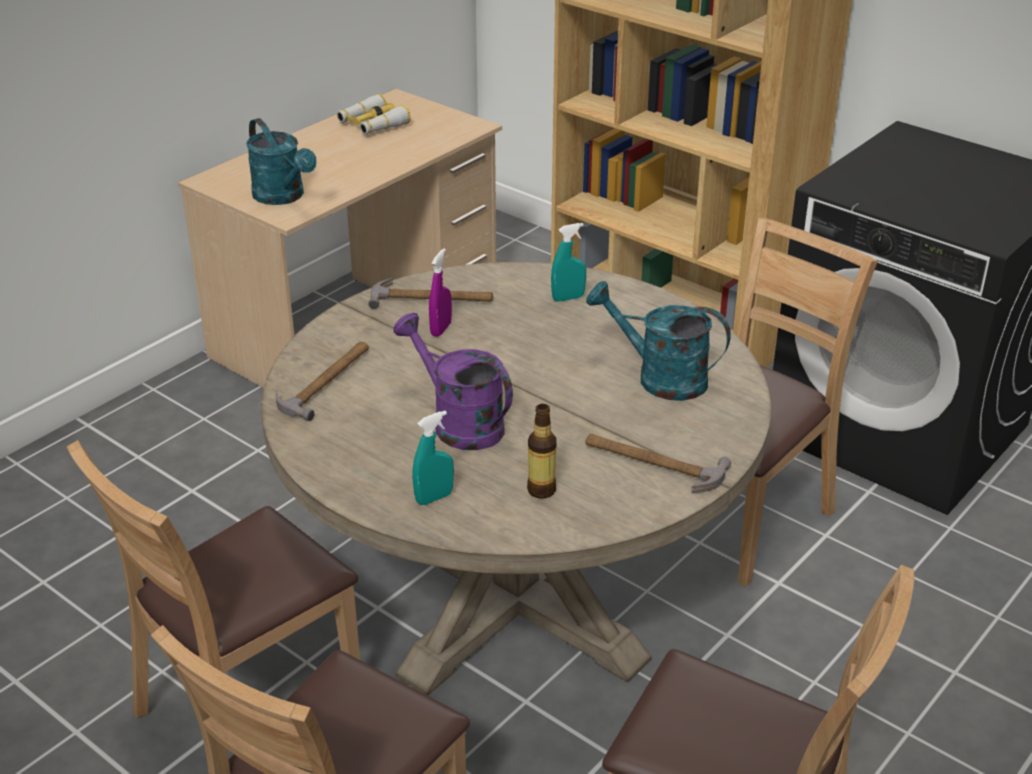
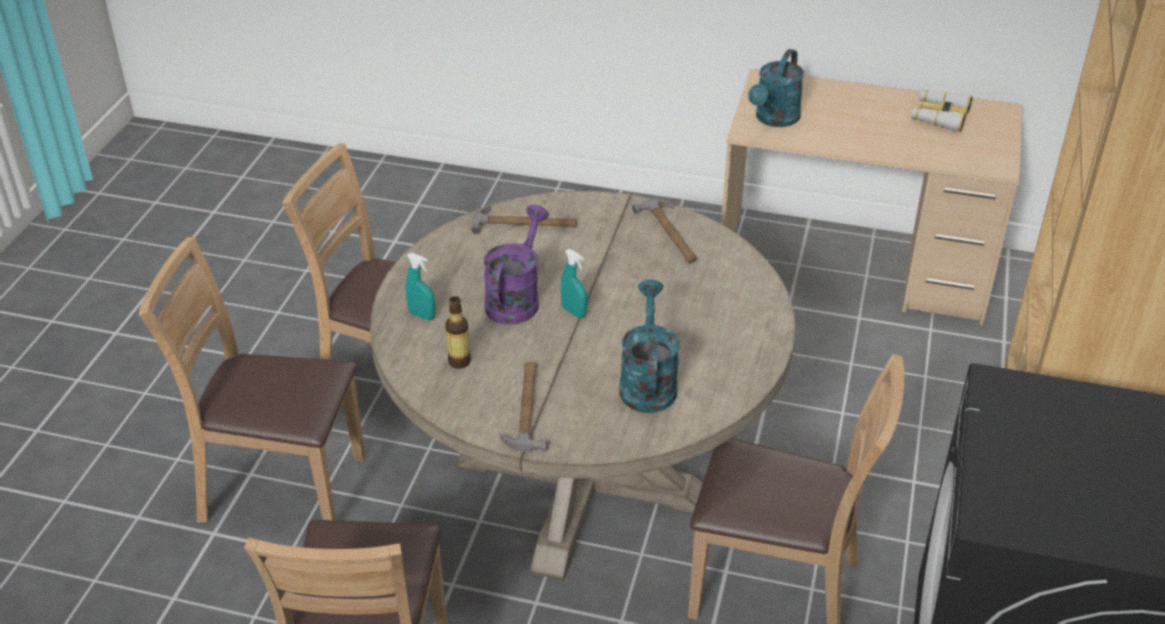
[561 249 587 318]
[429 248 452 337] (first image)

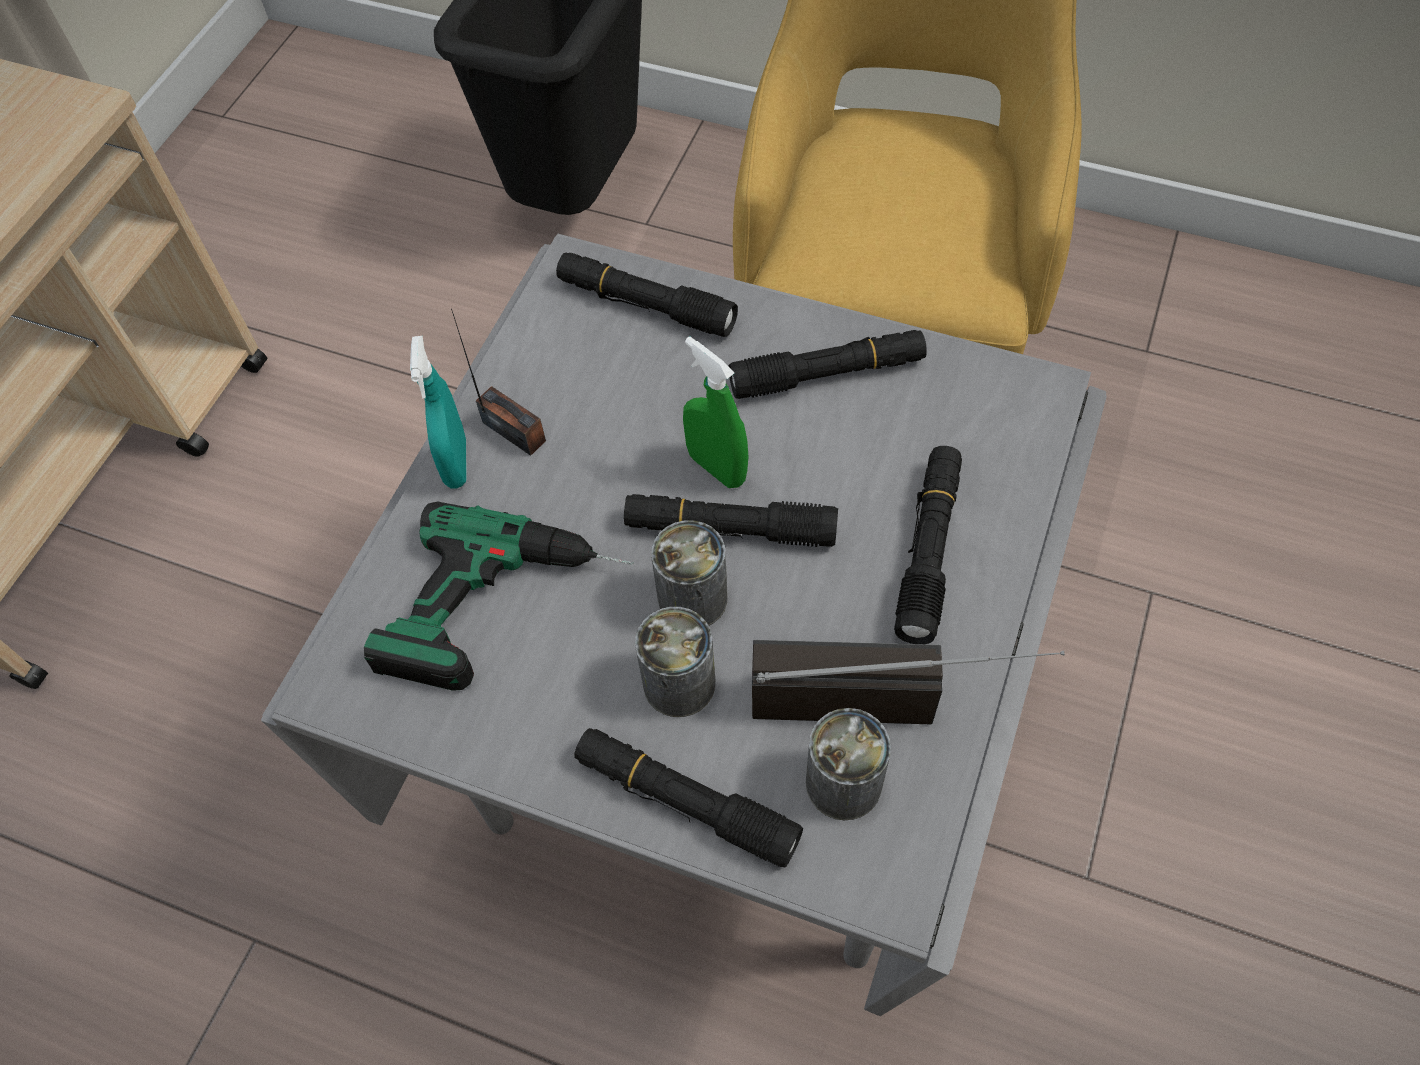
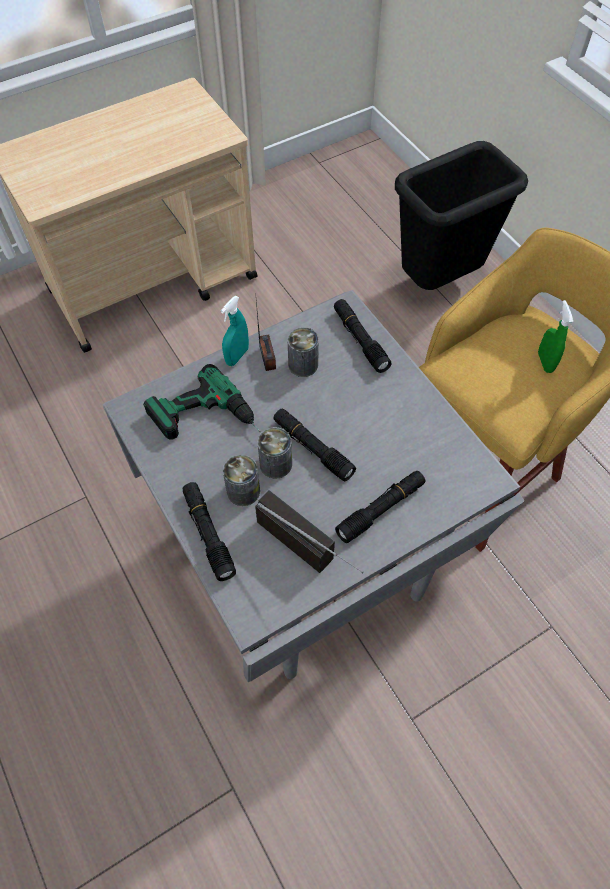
[288 327 319 377]
[538 300 573 373]
[729 330 927 399] (first image)

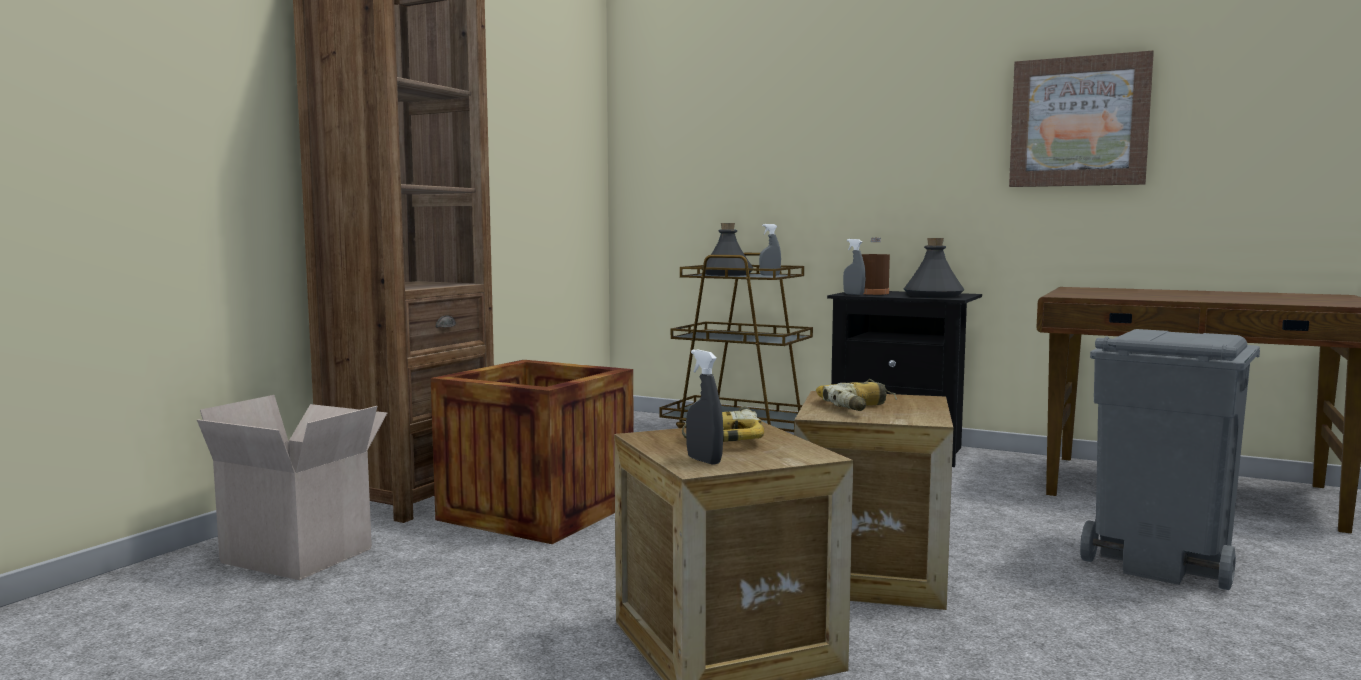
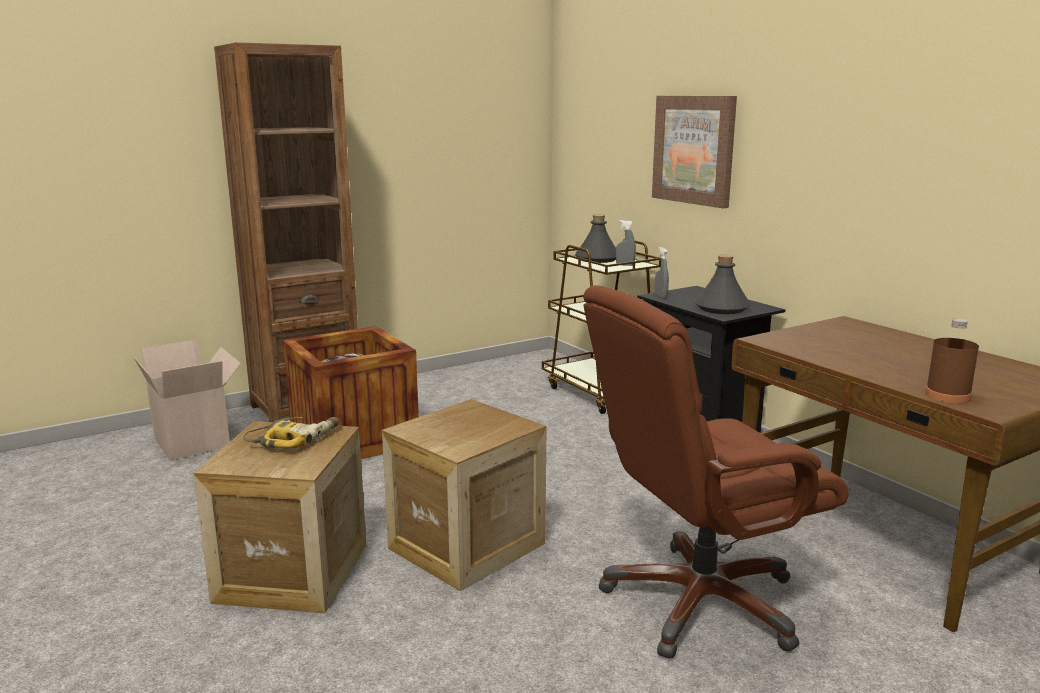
[583 285 849 659]
[652 96 737 208]
[925 319 979 403]
[686 349 723 465] (first image)
[816 379 897 411] (first image)

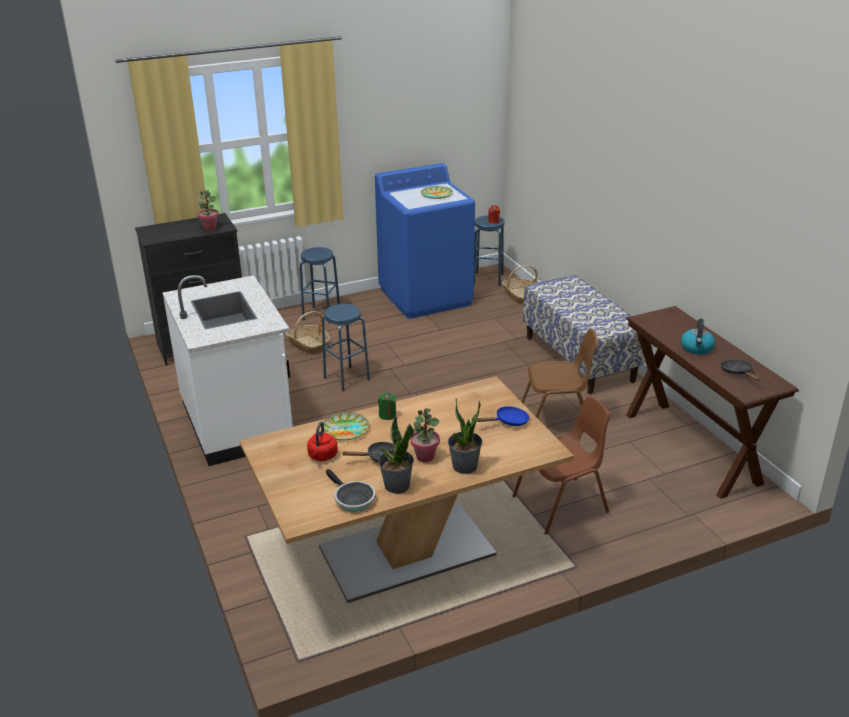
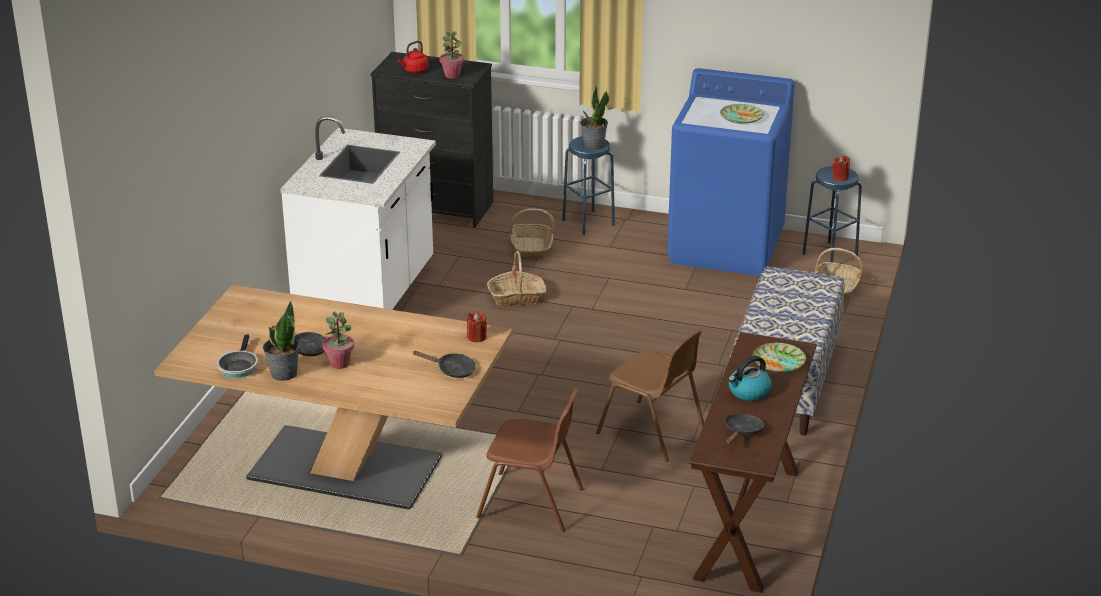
[398 41 429 73]
[413 351 476 378]
[467 312 487 342]
[487 251 547 307]
[580 86 609 150]
[753 343 806 372]
[378 392 396 420] (first image)

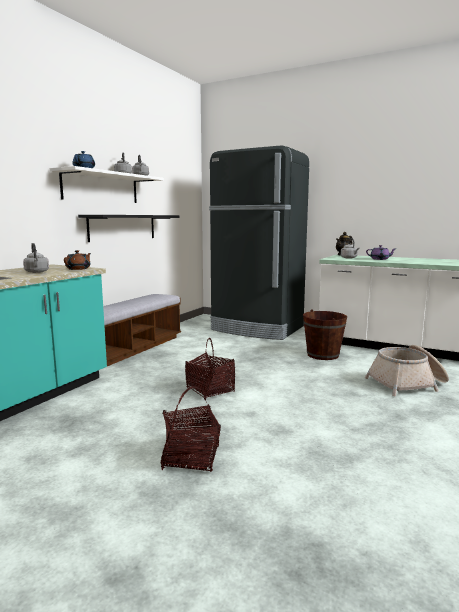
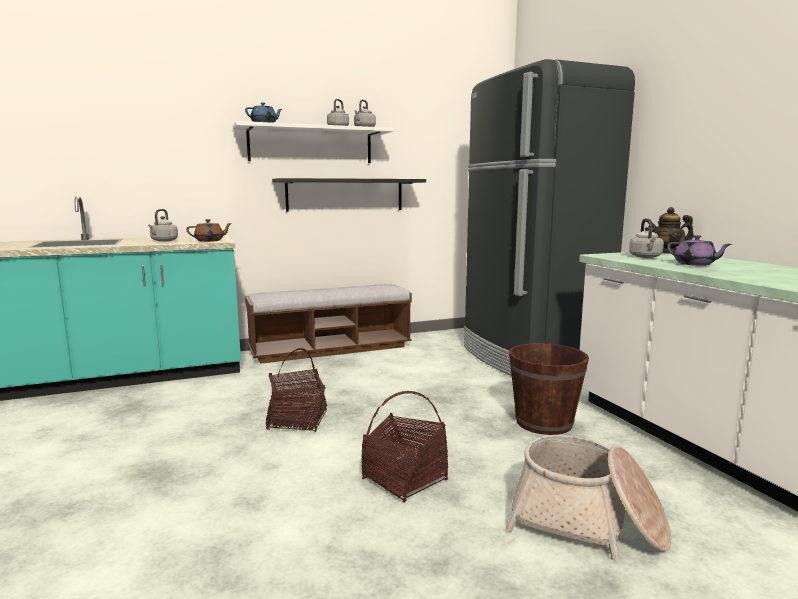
[361 391 448 502]

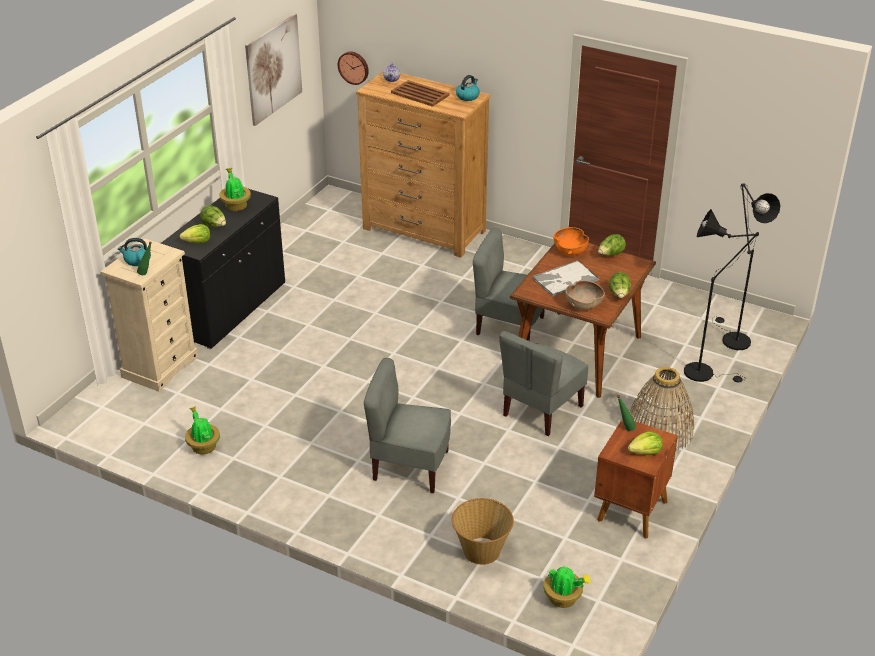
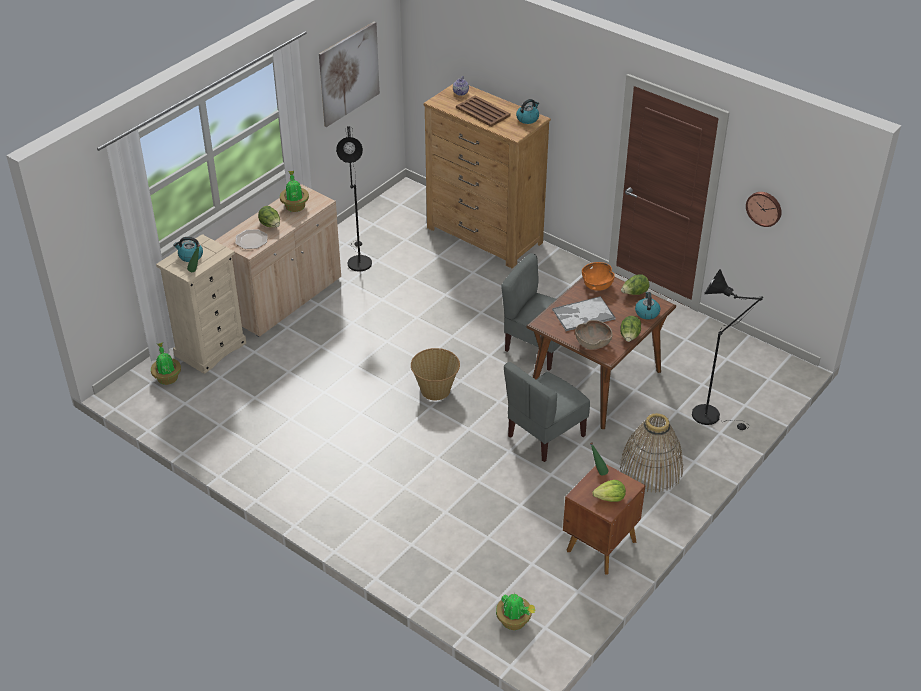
[151 343 181 385]
[215 184 341 337]
[235 229 268 249]
[336 126 372 272]
[411 348 460 400]
[635 292 660 320]
[746 192 782 227]
[364 358 451 493] (first image)

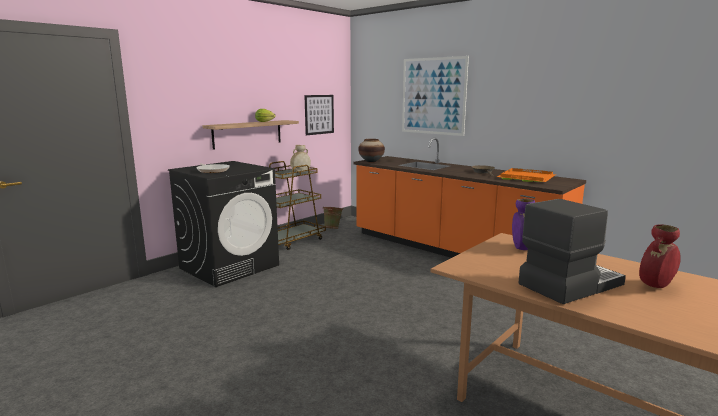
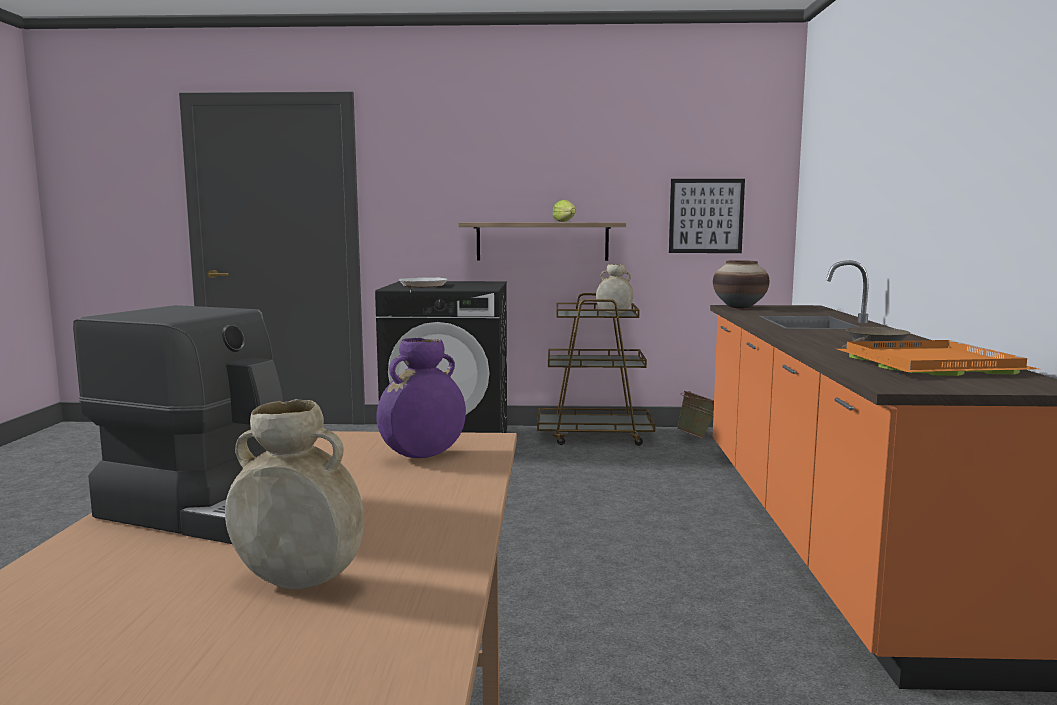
[225 399 364 589]
[402 56 469 136] (first image)

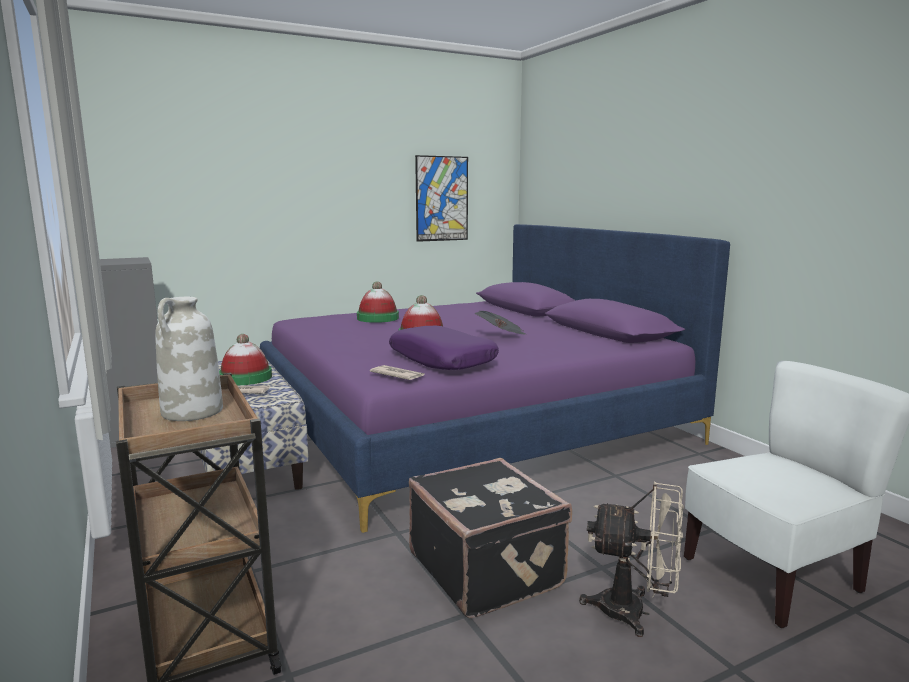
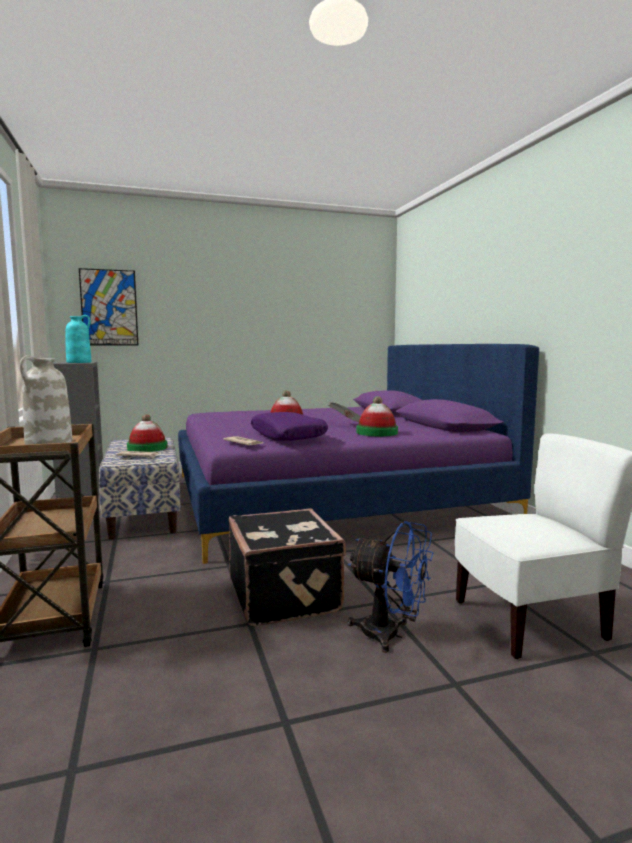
[66 315 91 363]
[79 268 138 345]
[348 521 433 653]
[357 396 398 436]

